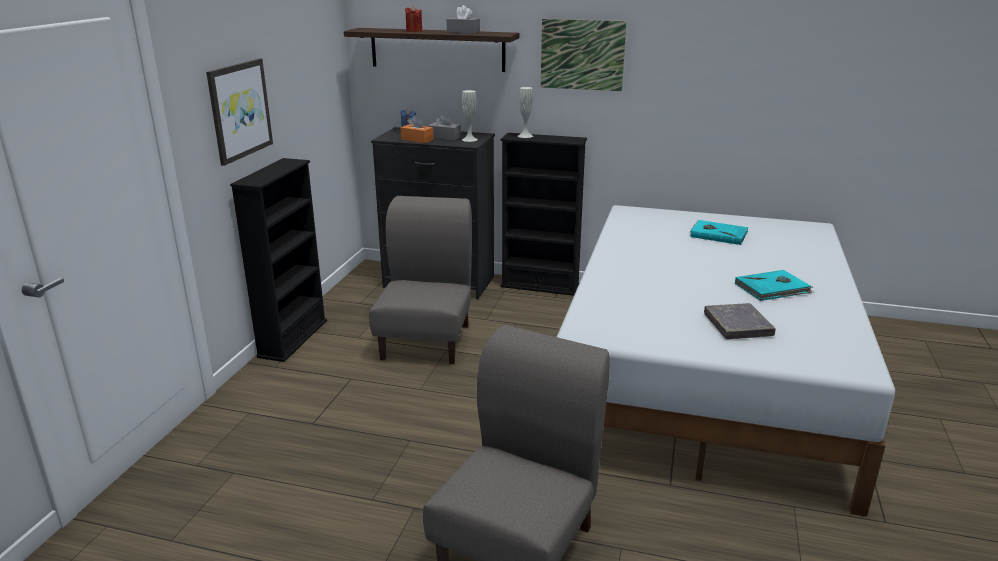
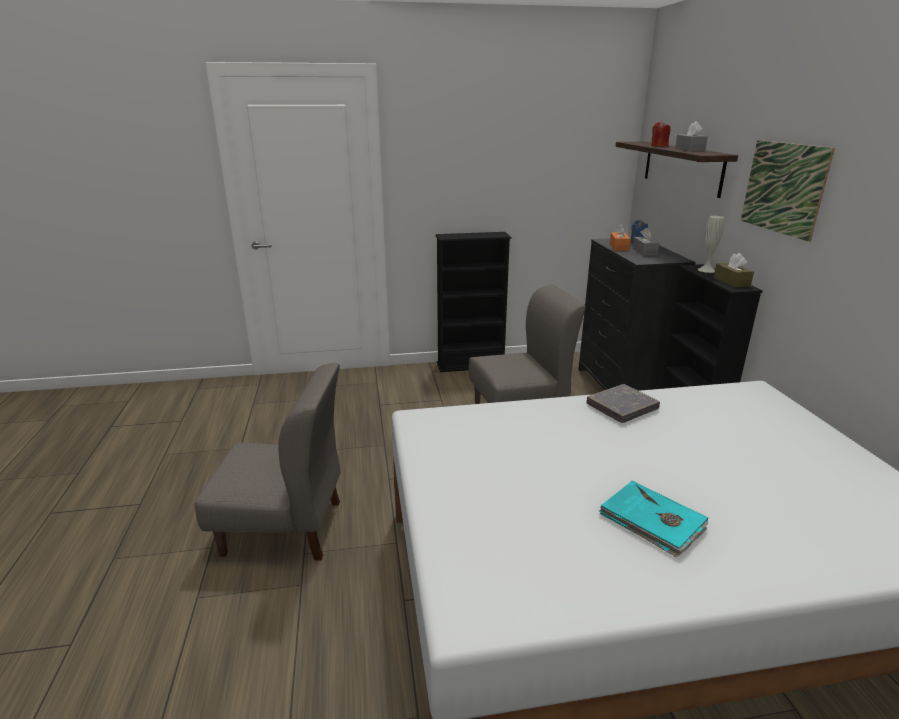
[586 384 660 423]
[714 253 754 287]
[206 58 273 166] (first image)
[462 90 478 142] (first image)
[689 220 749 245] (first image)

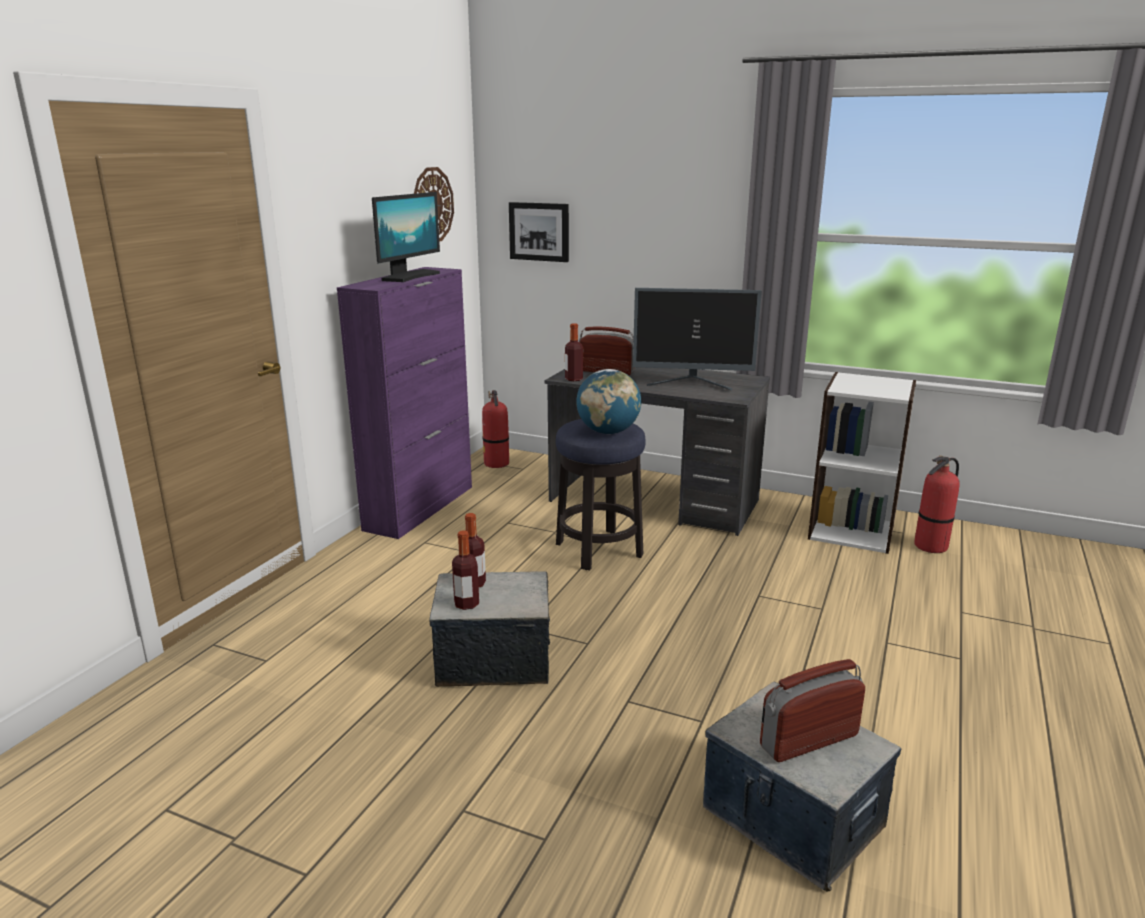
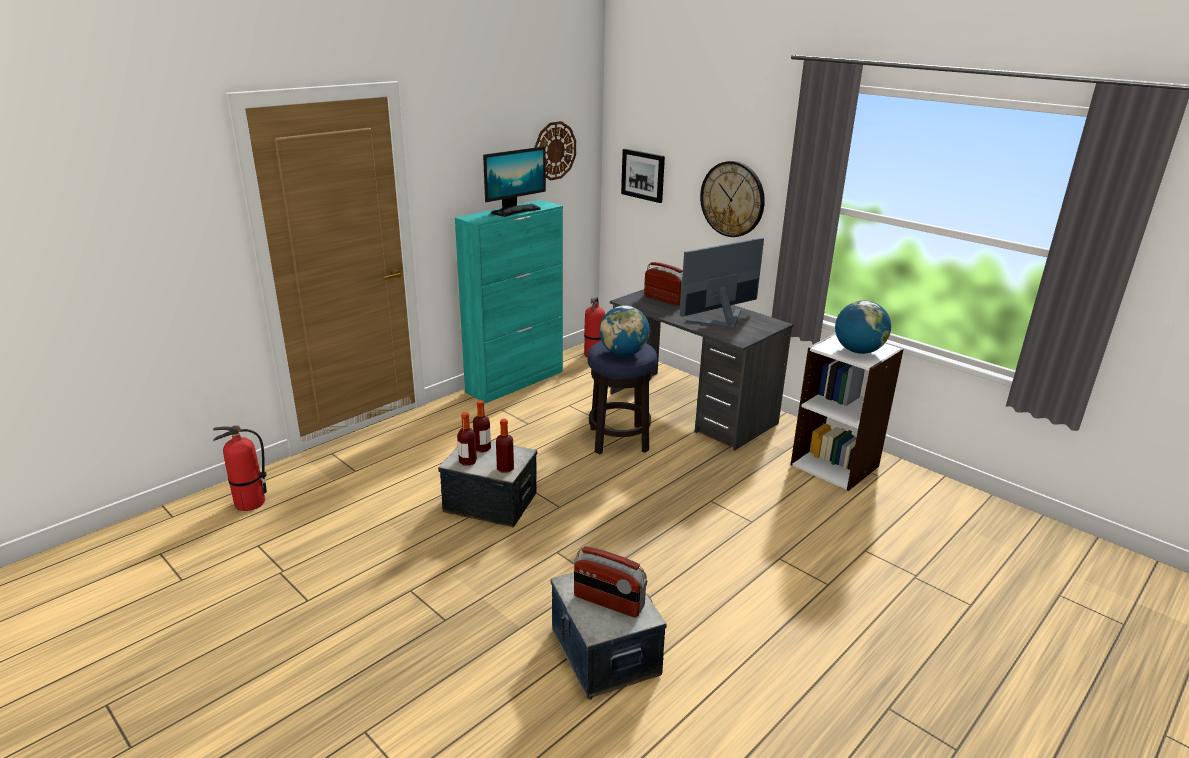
[213 425 267 511]
[455 200 563 404]
[496 419 514 473]
[574 546 647 618]
[680 238 764 329]
[700 161 765 237]
[835 300 891 354]

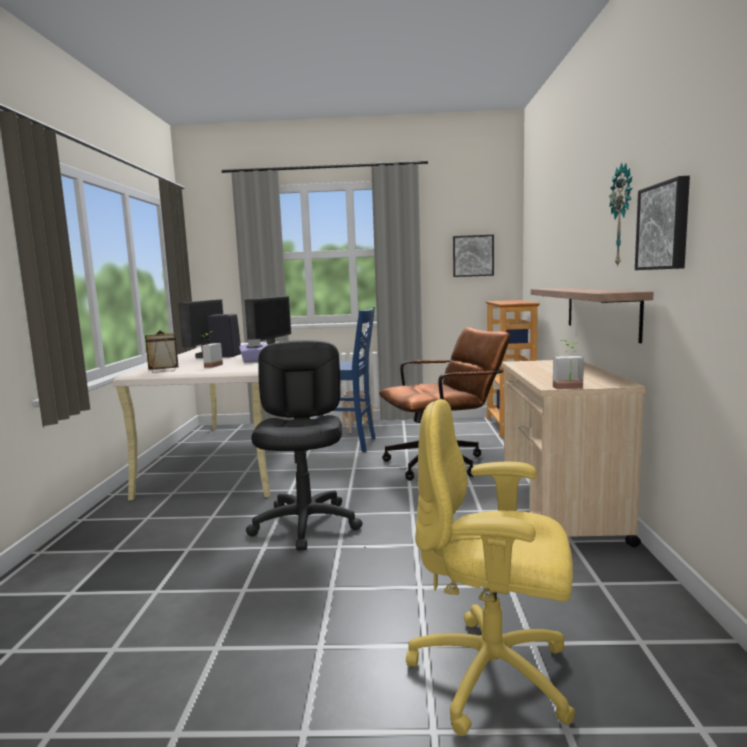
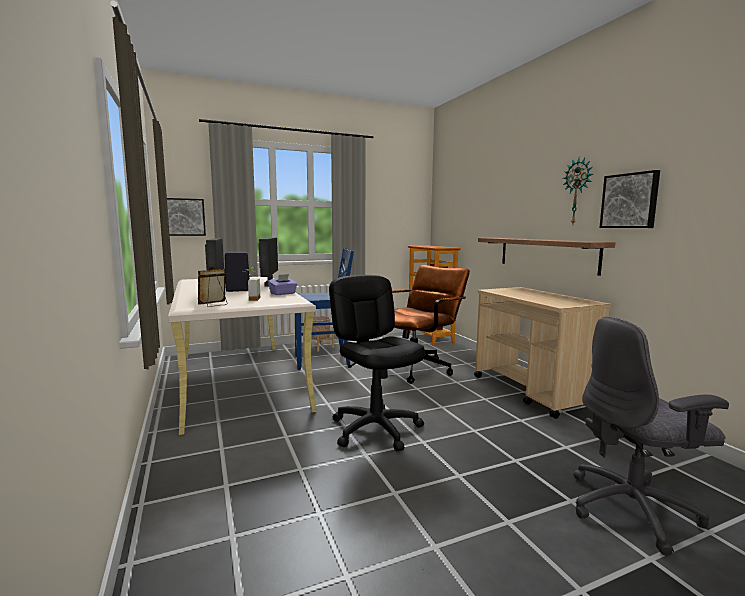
[167 198 206 236]
[573 316 729 556]
[553 340 584 389] (first image)

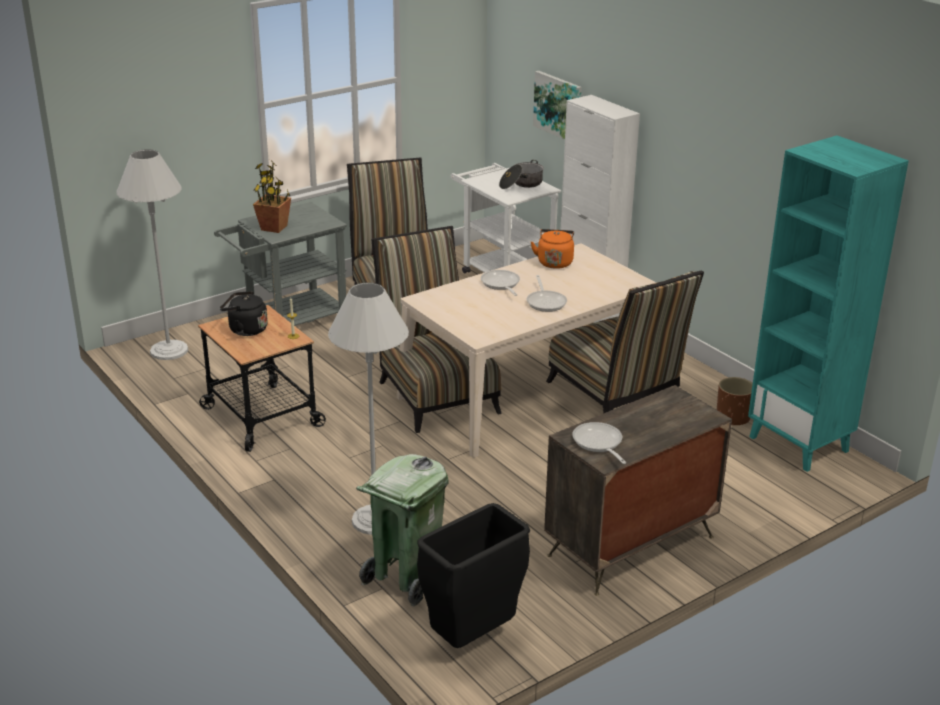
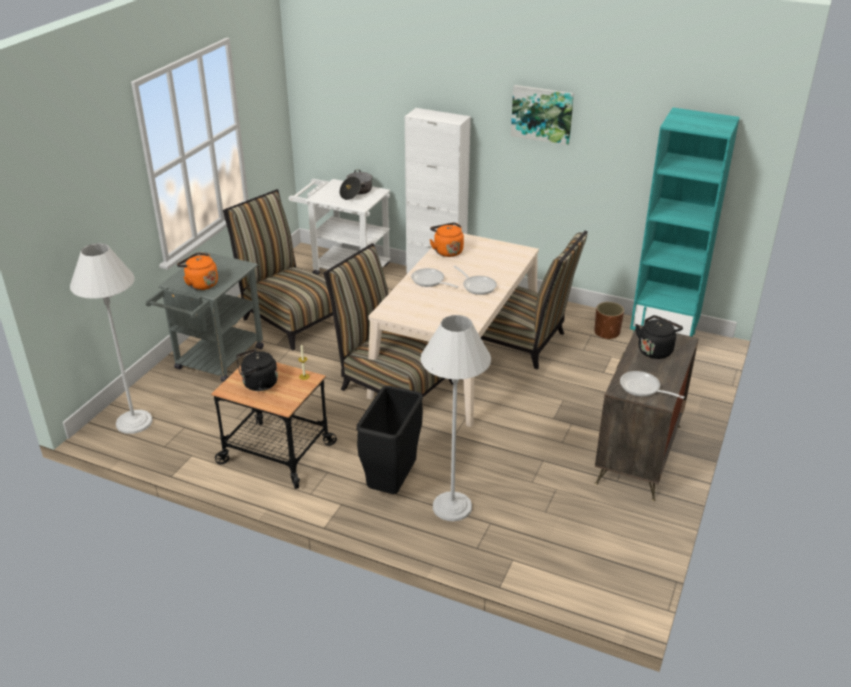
[177 252 218 290]
[357 386 423 494]
[511 85 574 145]
[635 315 683 359]
[356 454 449 607] (first image)

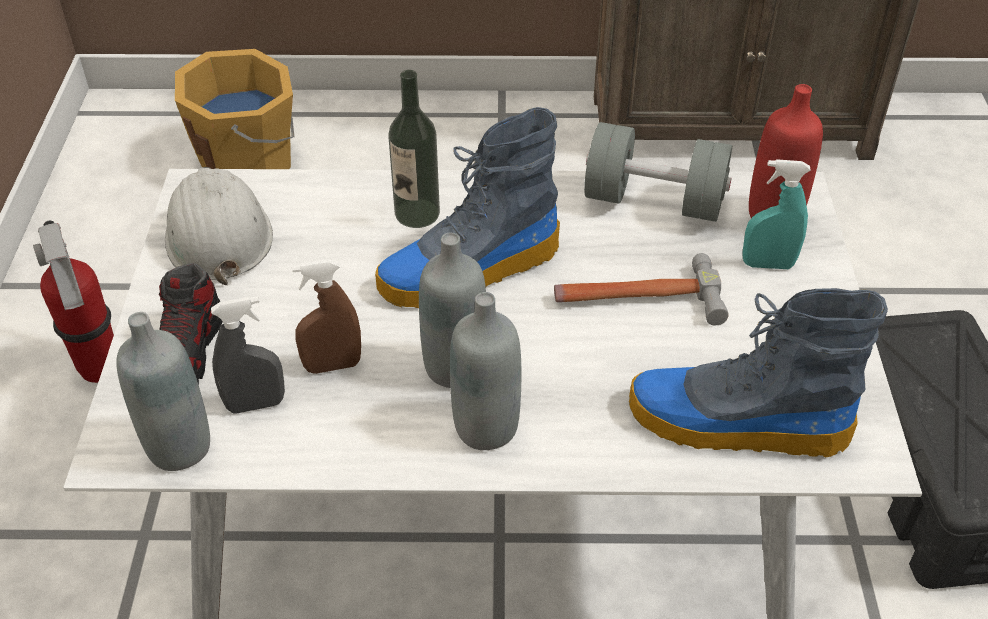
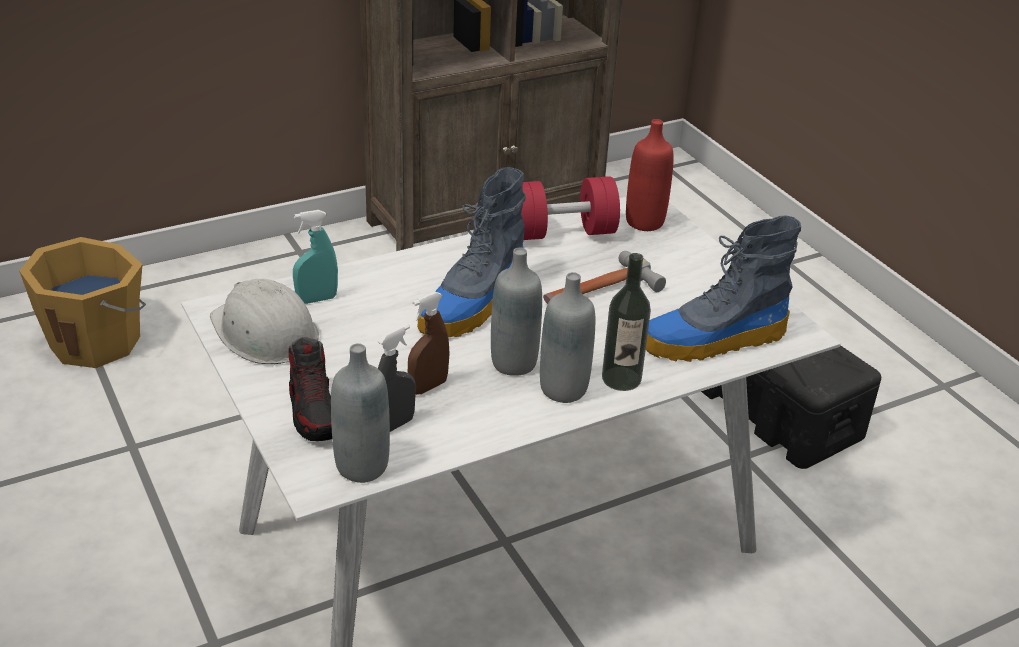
[293 210 338 304]
[521 176 620 240]
[602 253 651 391]
[33 220 114 383] (first image)

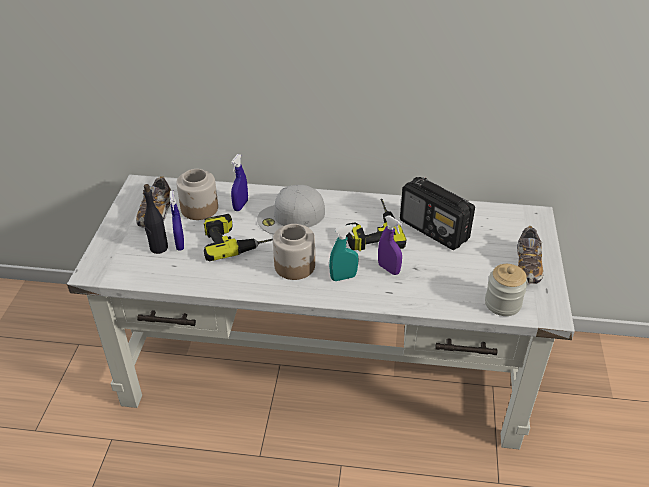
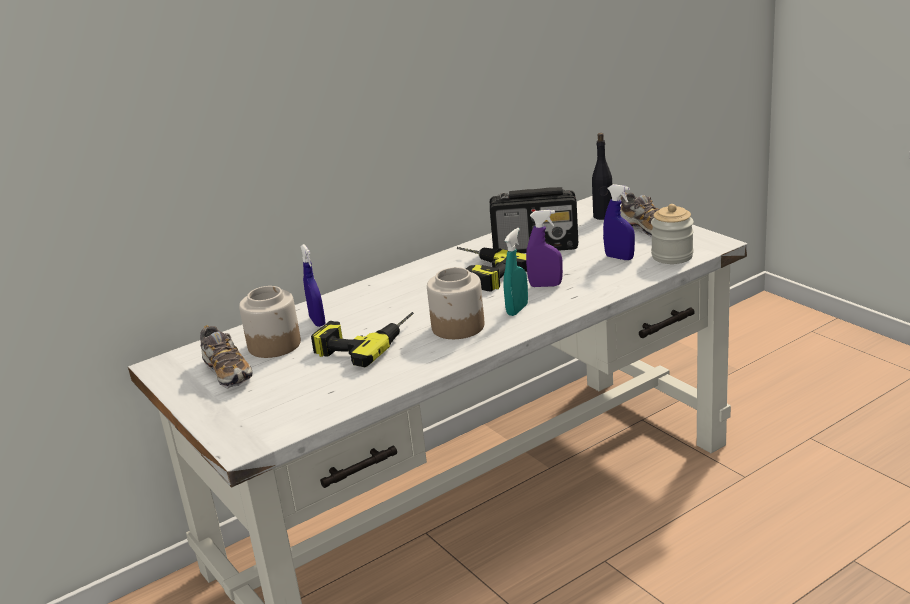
[592 133 612 220]
[603 184 635 260]
[257 185 325 234] (first image)

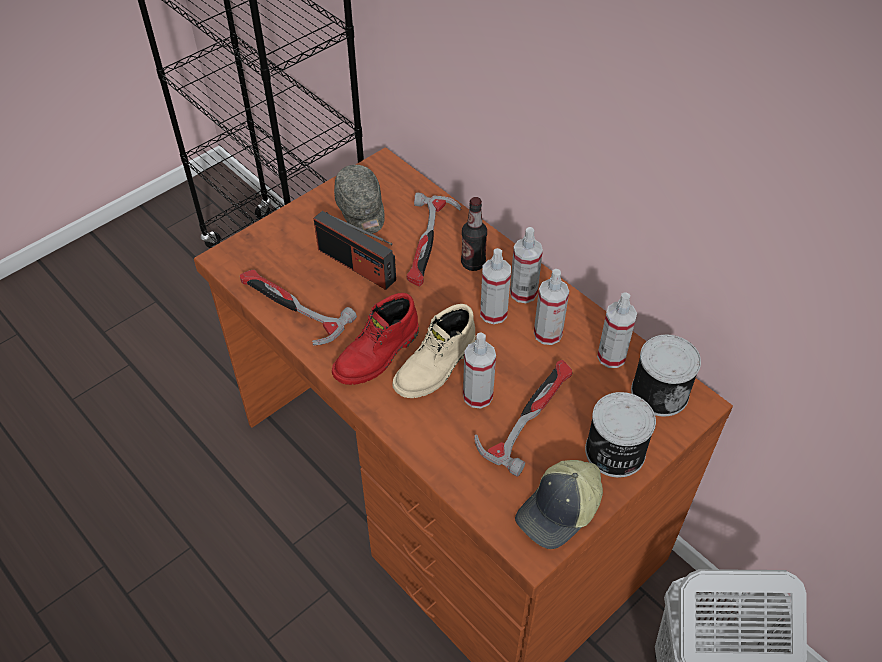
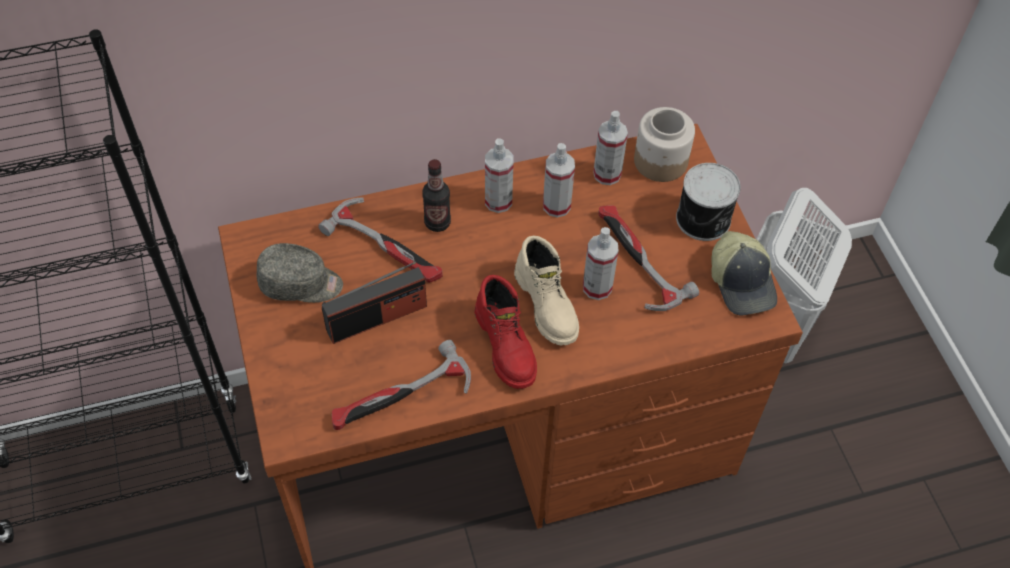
[634 107 695 182]
[480 248 511 324] (first image)

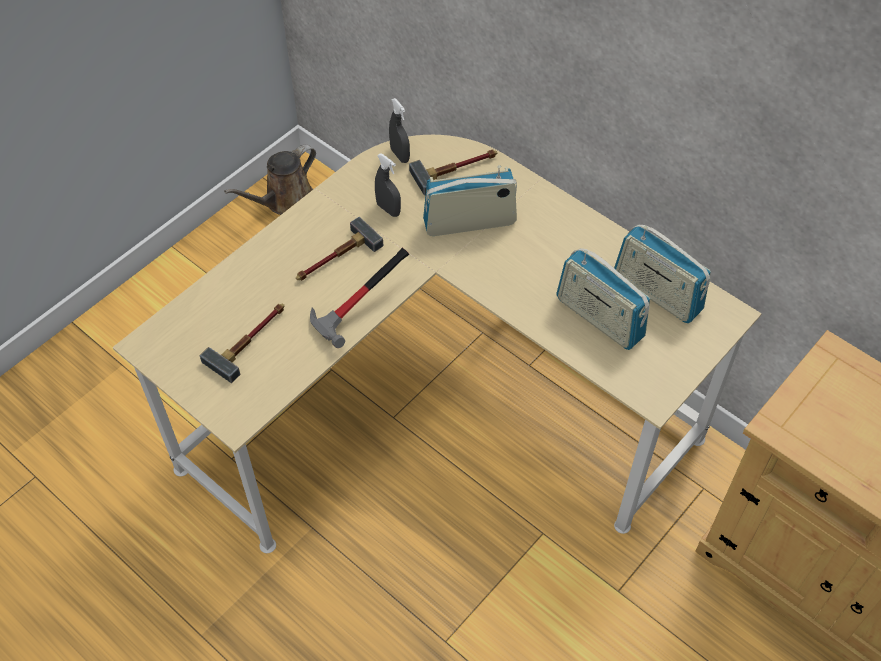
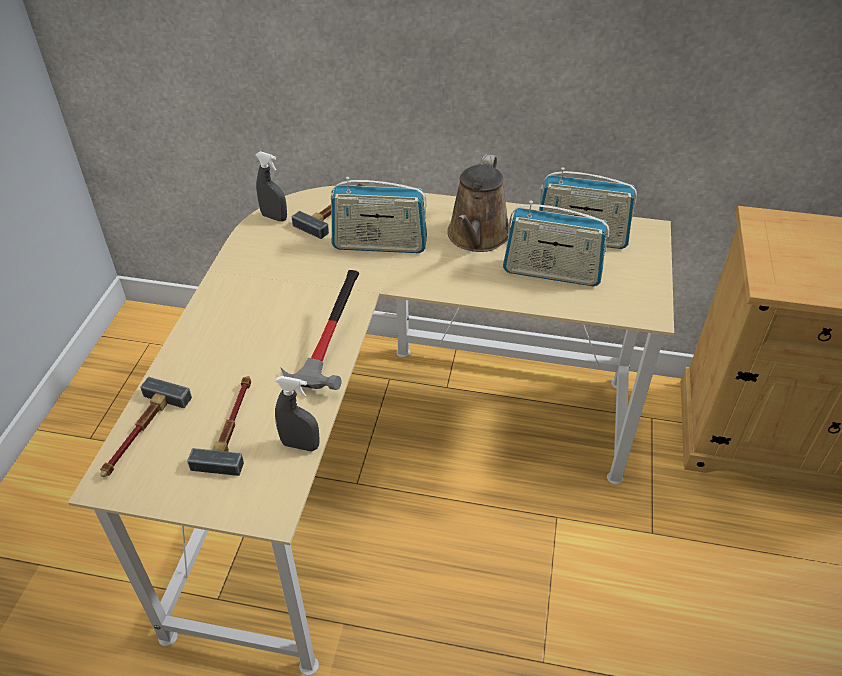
[100 377 192 477]
[275 376 320 451]
[331 177 427 253]
[447 154 511 252]

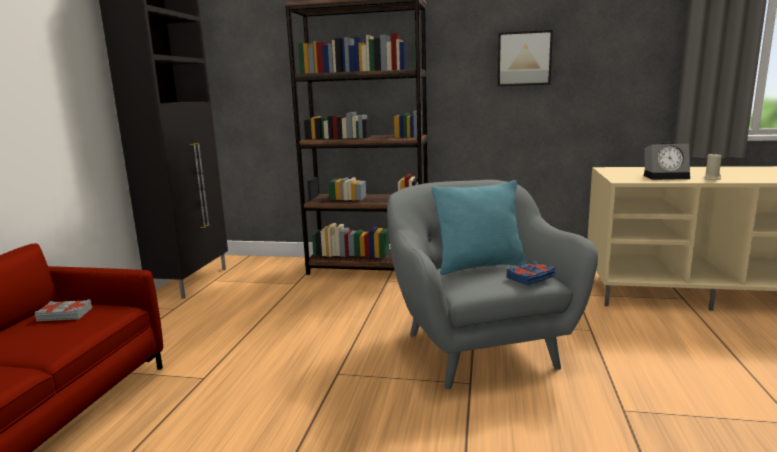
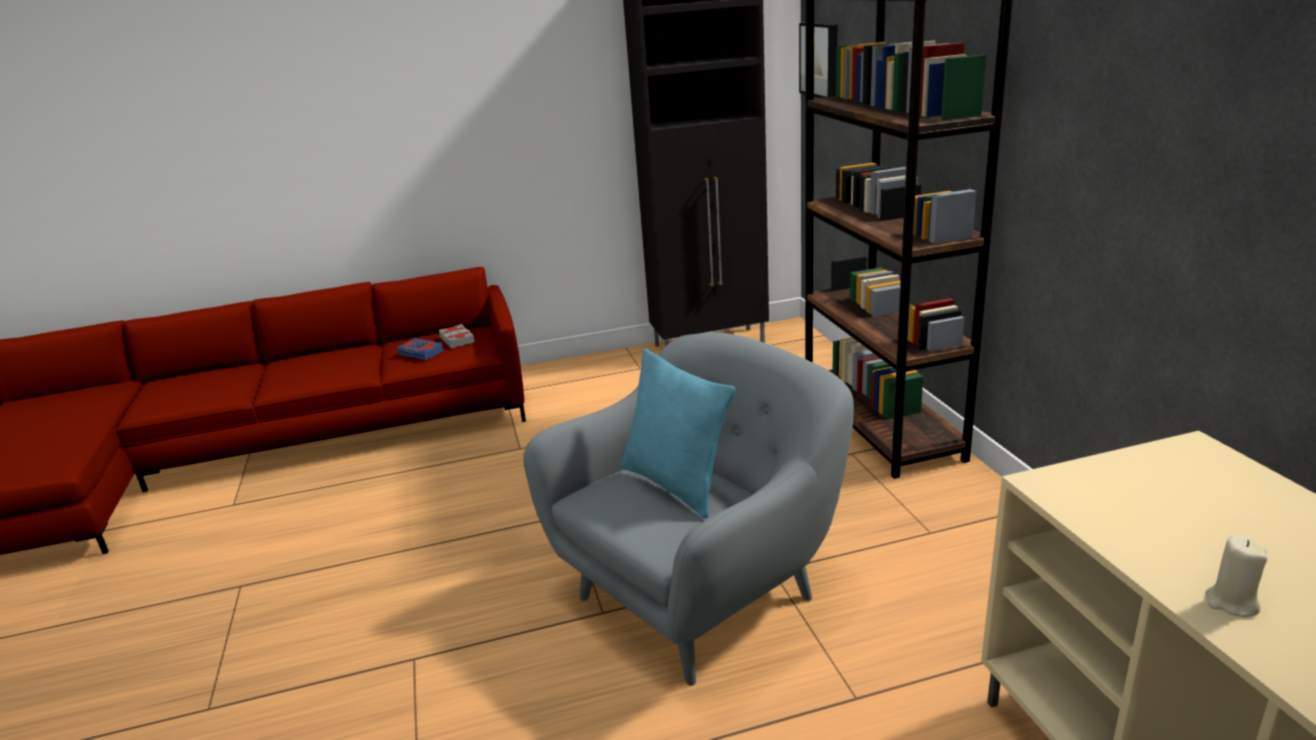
[397 338 443 360]
[799 22 837 98]
[644 142 690 180] (first image)

